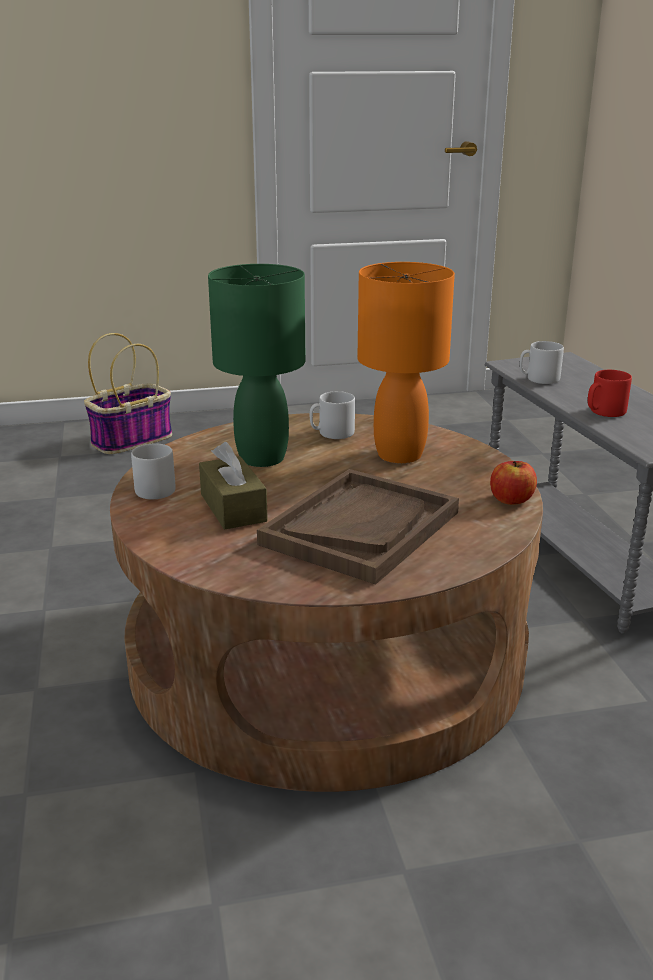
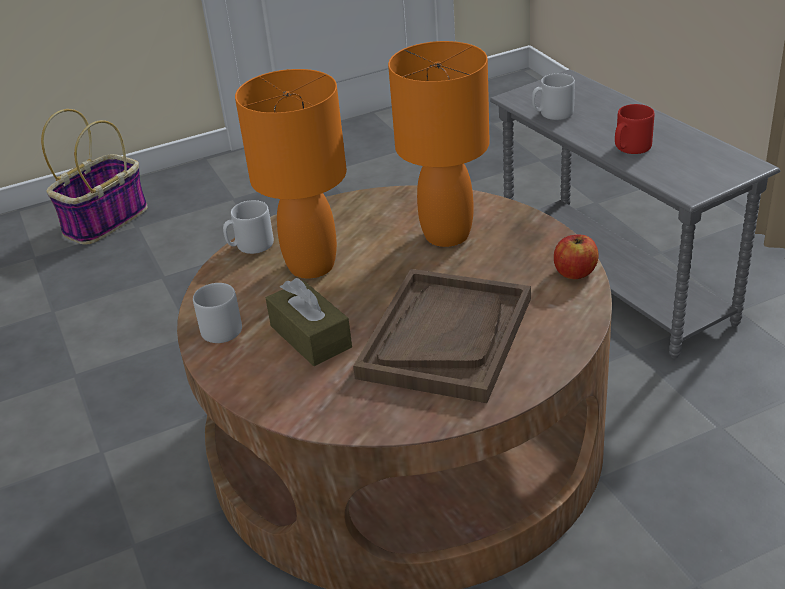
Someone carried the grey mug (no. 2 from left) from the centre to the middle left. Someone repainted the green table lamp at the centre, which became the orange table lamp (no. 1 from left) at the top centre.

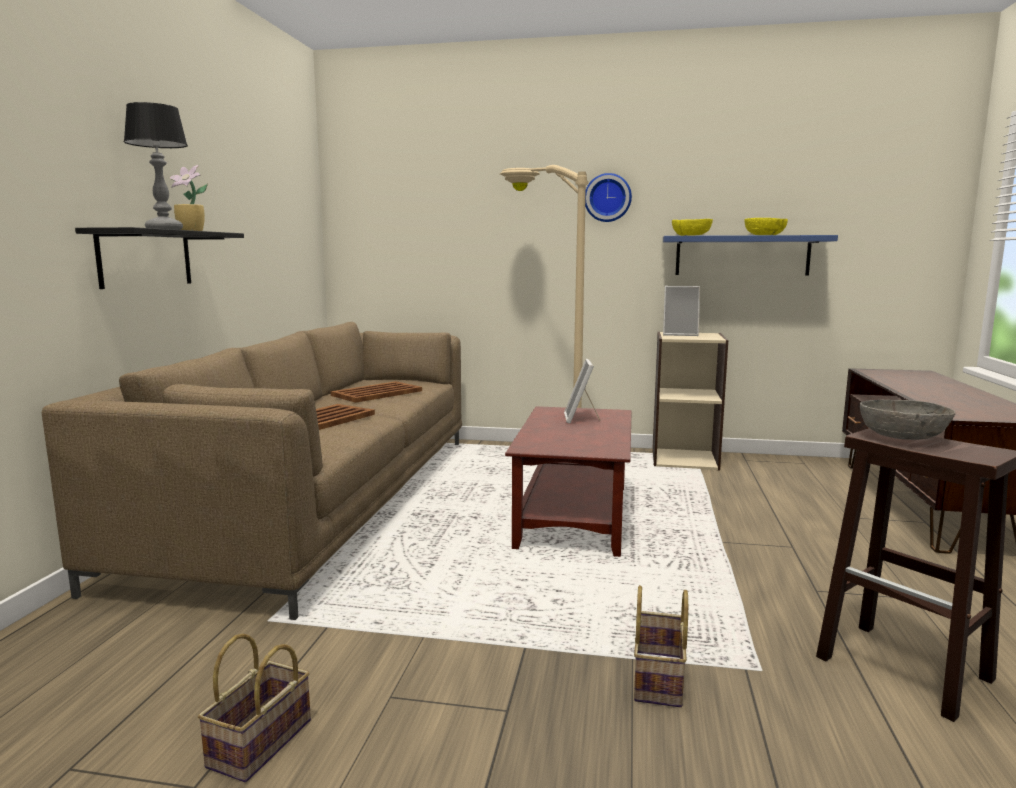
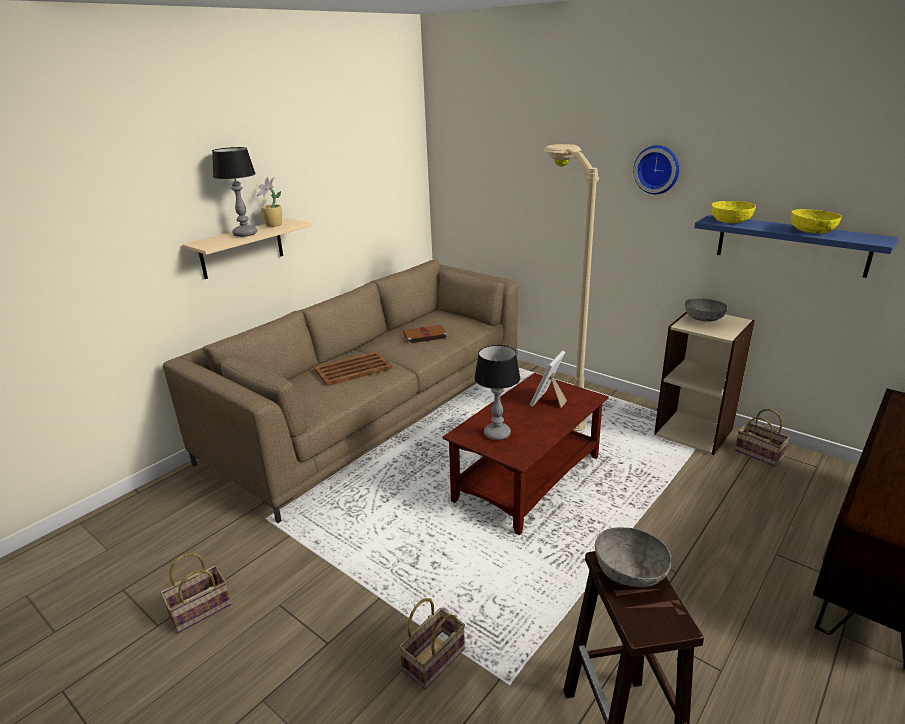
Someone repainted the black shelf at the top left, which became the beige shelf at the middle left. Someone swapped the brown tray (no. 2 from left) at the centre for the brown book at the centre. Someone put down the table lamp (no. 2 from left) at the centre. Someone swapped the picture frame (no. 2 from left) at the middle right for the grey bowl (no. 2 from left) at the middle right. Someone put down the basket (no. 3 from left) at the middle right.

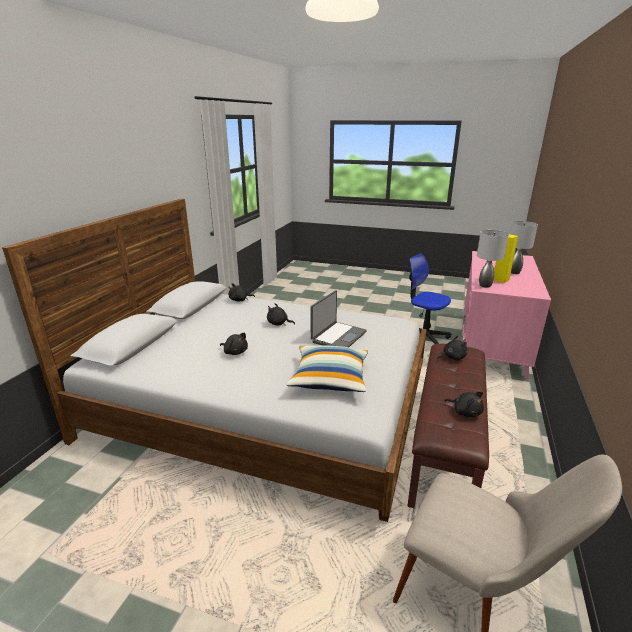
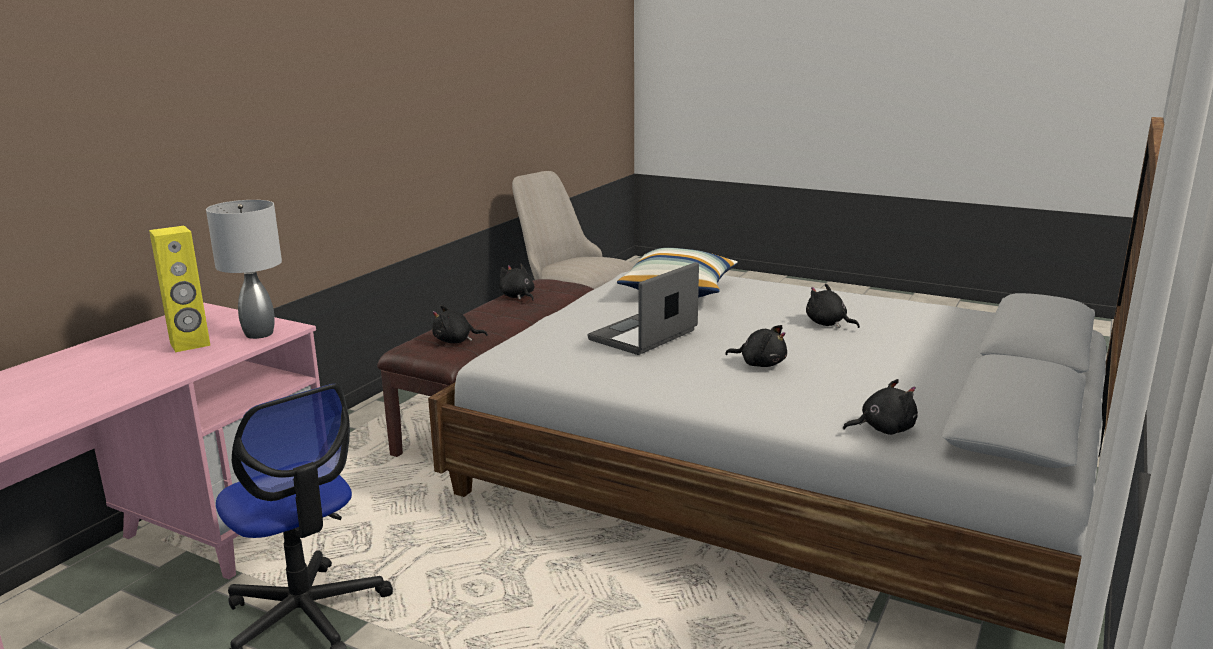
Someone took away the grey table lamp (no. 2 from left) at the middle right.

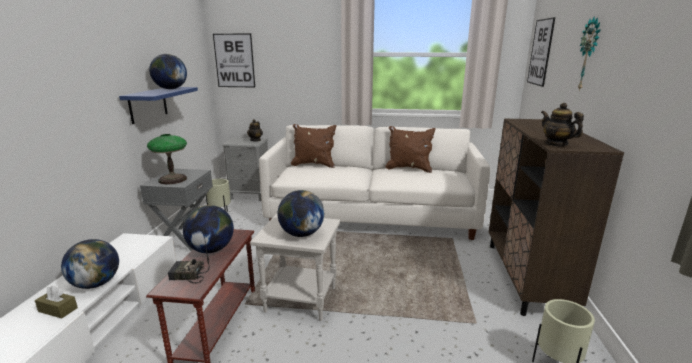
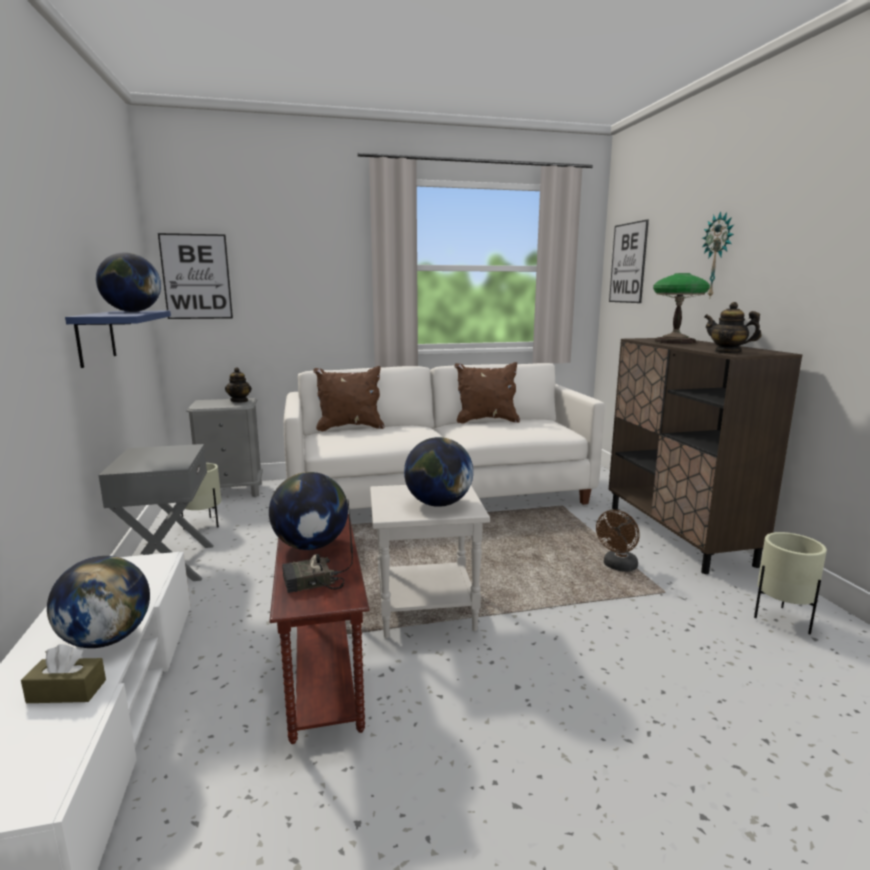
Someone put down the brown fan at the middle right. Someone carried the table lamp from the middle left to the middle right.

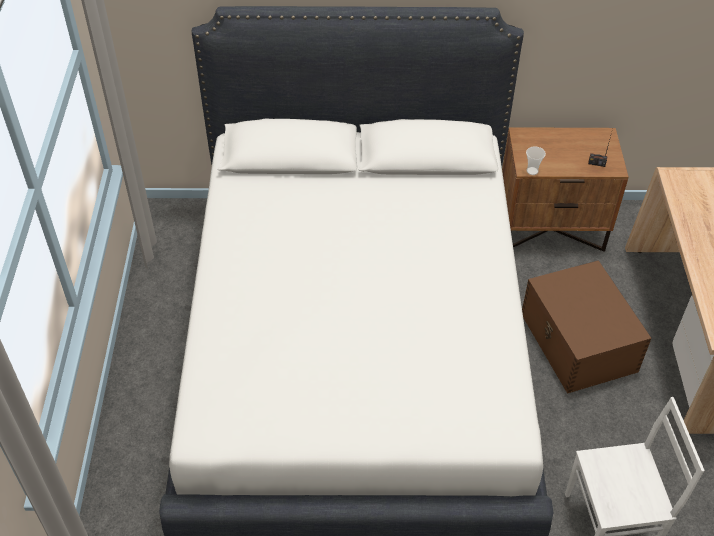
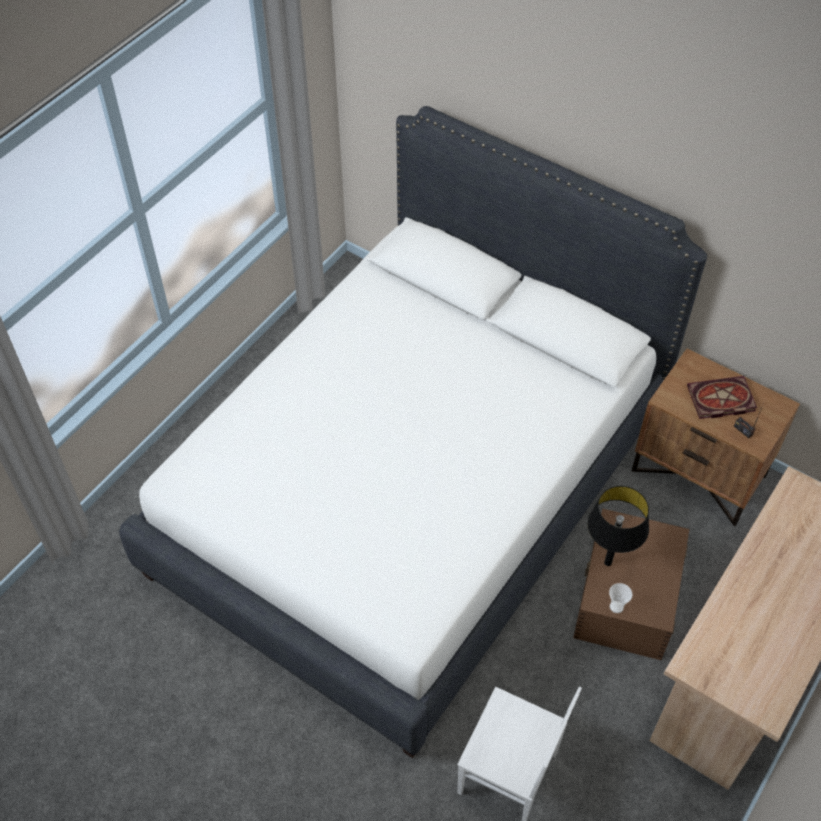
Someone put down the black table lamp at the middle right. Someone carried the cup from the top right to the bottom right. Someone put down the book at the middle right.

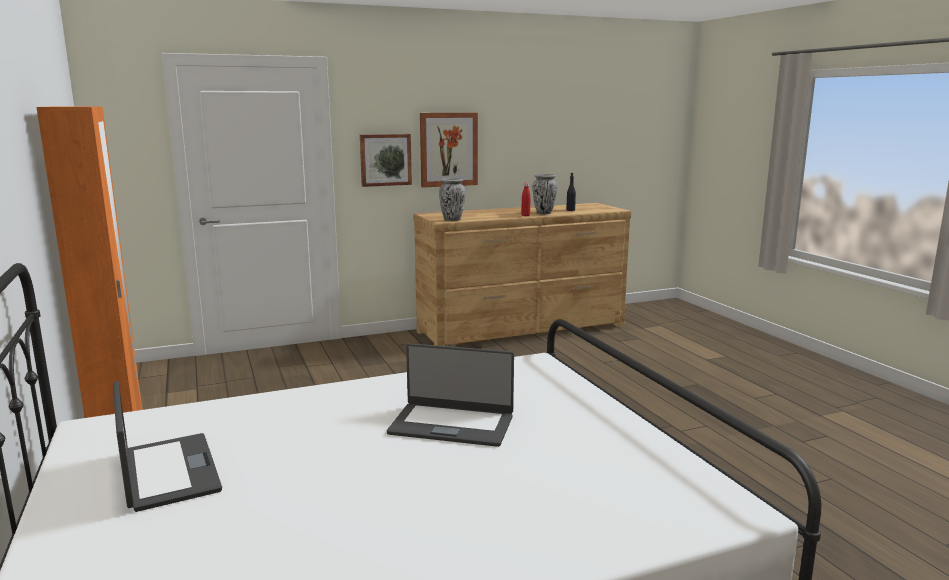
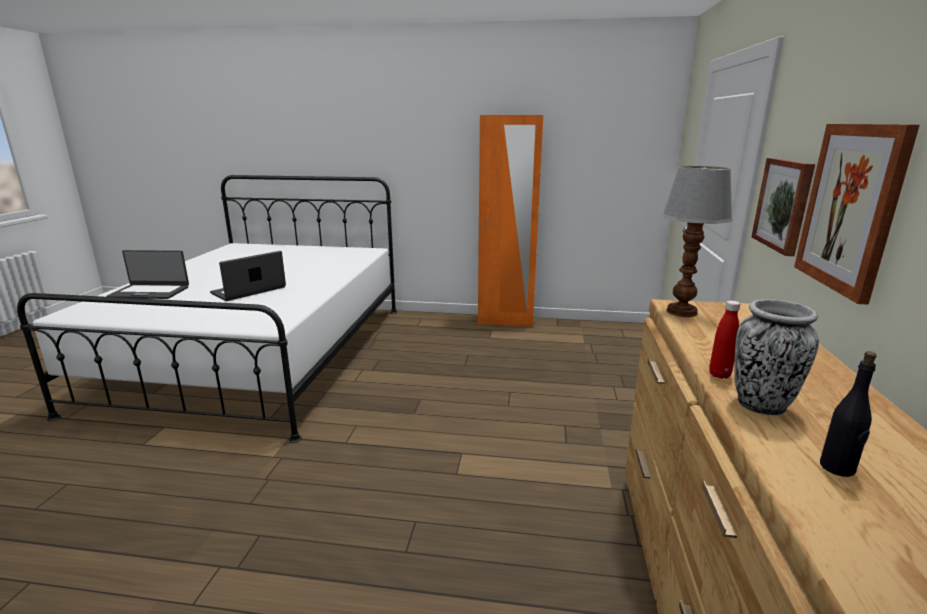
Someone carried the laptop (no. 1 from left) from the bottom left to the middle left. Someone swapped the vase (no. 1 from left) at the centre for the table lamp at the middle right.

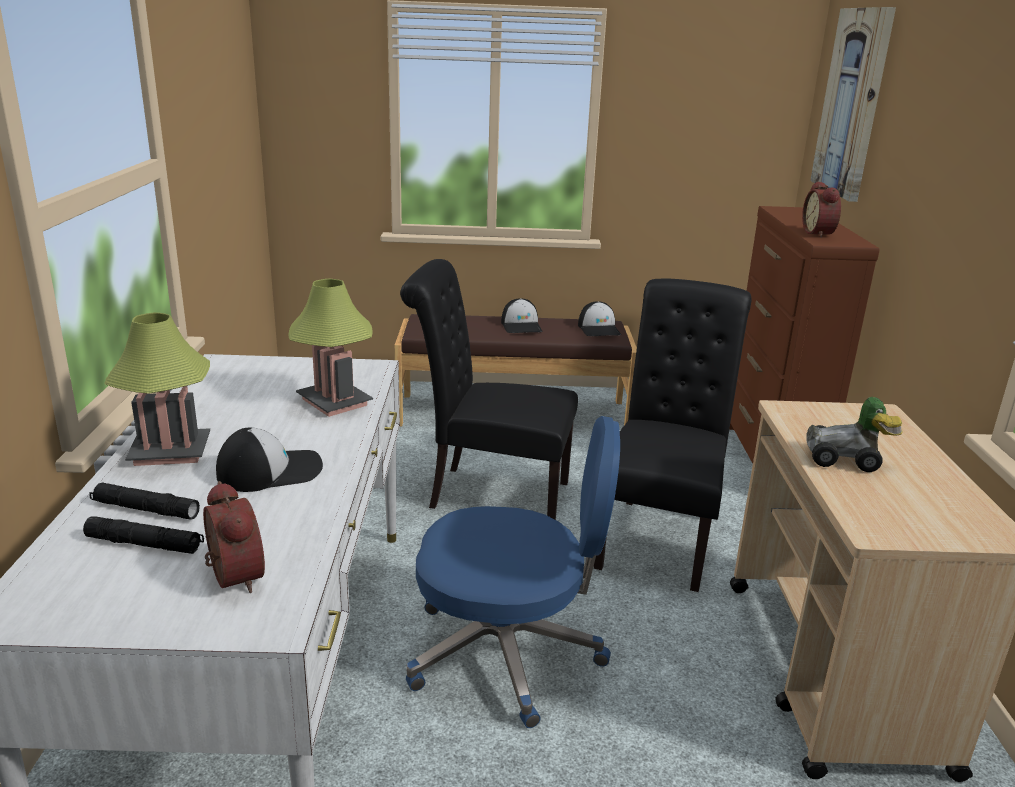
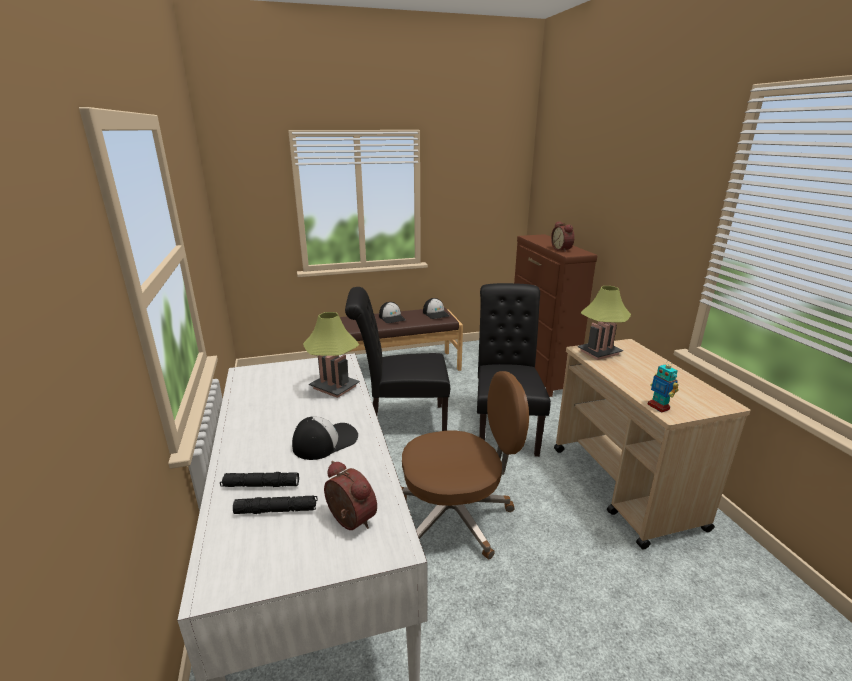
Someone repainted the blue office chair at the bottom centre, which became the brown office chair at the bottom centre. Someone carried the table lamp (no. 1 from left in the first image) from the middle left to the middle right. Someone put down the toy robot at the middle right. Someone took away the toy car at the middle right. Someone took away the picture at the top right.

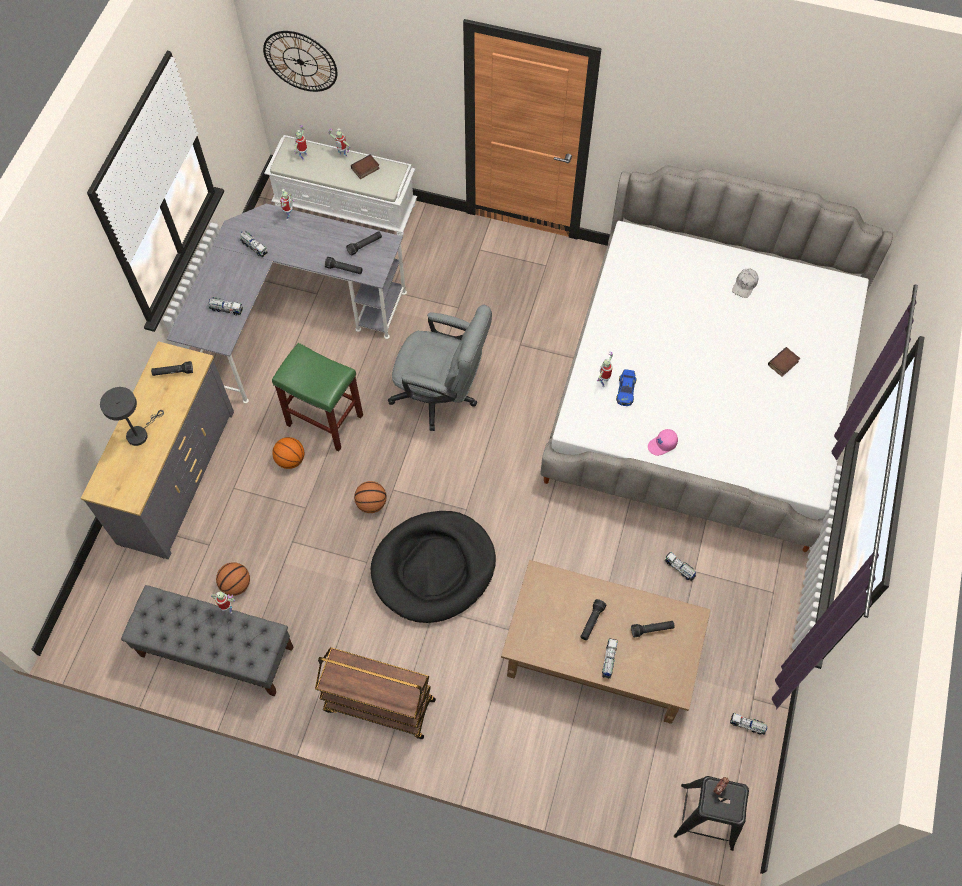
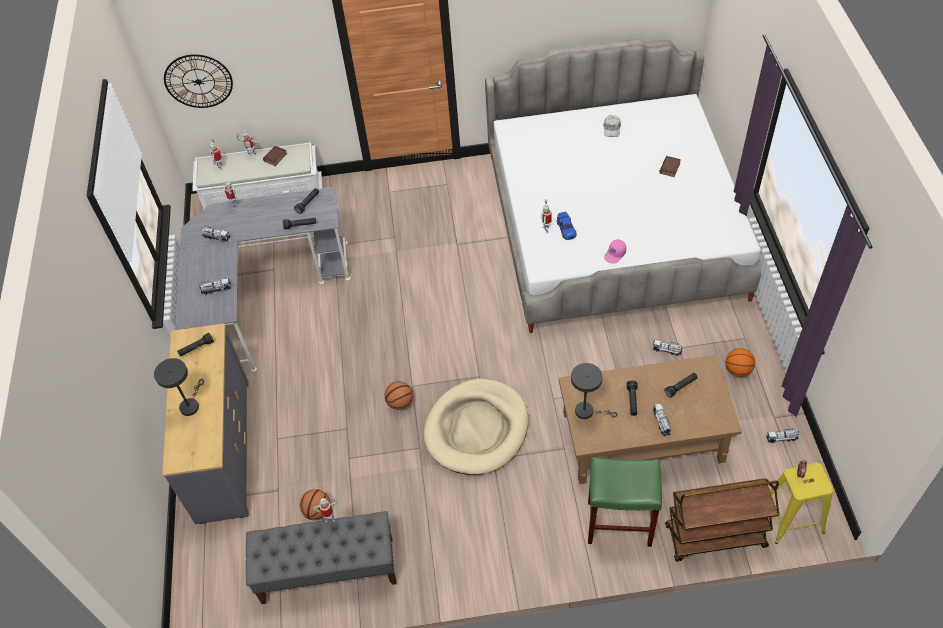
Someone repainted the black dog bed at the centre, which became the beige dog bed at the bottom centre. Someone put down the grey table lamp (no. 2 from left) at the centre. Someone carried the green stool from the middle left to the bottom centre. Someone carried the brown cart from the bottom centre to the bottom right. Someone carried the basketball (no. 2 from left in the first image) from the middle left to the middle right. Someone repainted the black stool at the bottom right, which became the yellow stool at the bottom right. Someone took away the grey office chair at the centre.

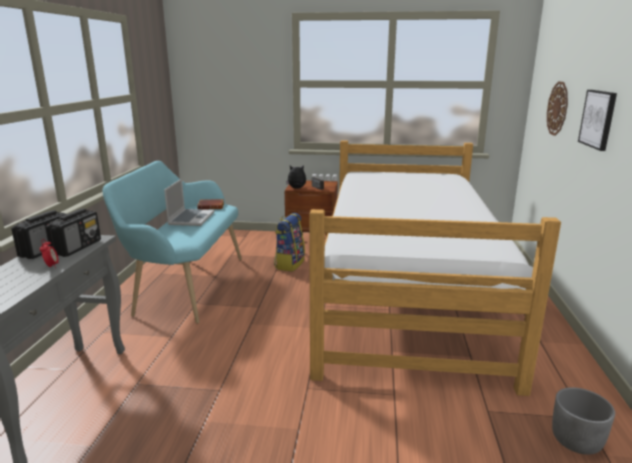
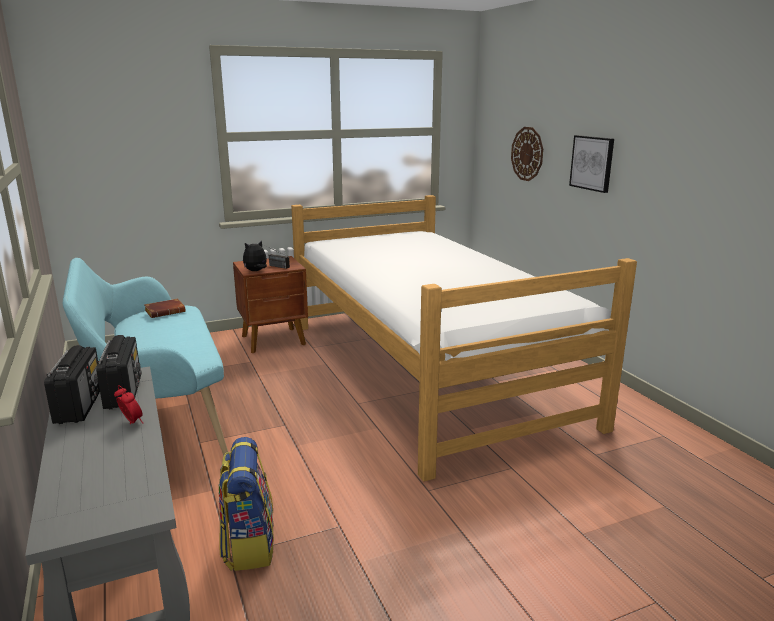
Someone carried the backpack from the centre to the bottom left. Someone took away the laptop at the middle left. Someone took away the grey planter at the bottom right.

